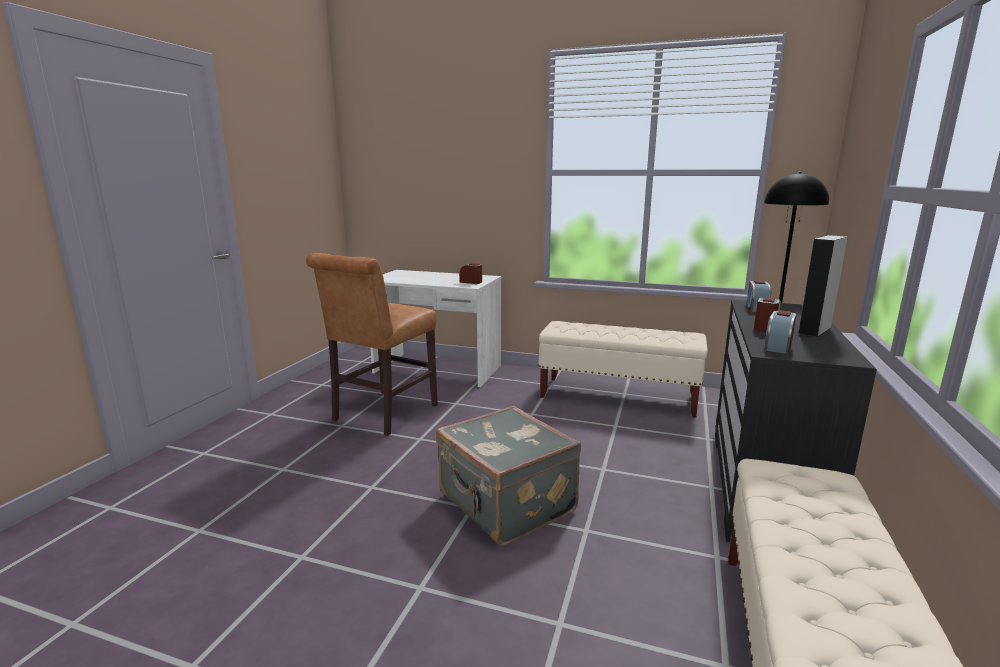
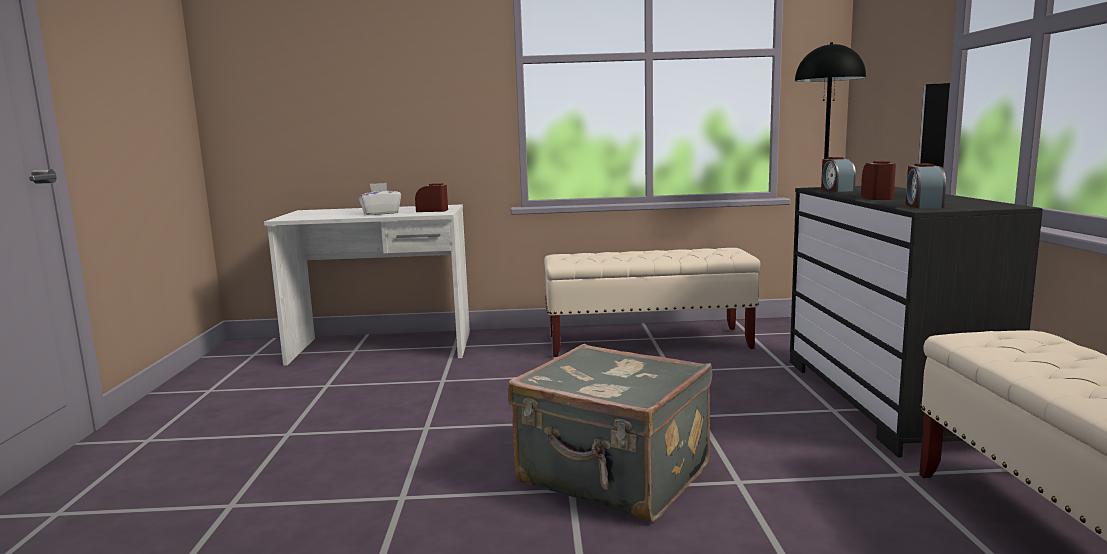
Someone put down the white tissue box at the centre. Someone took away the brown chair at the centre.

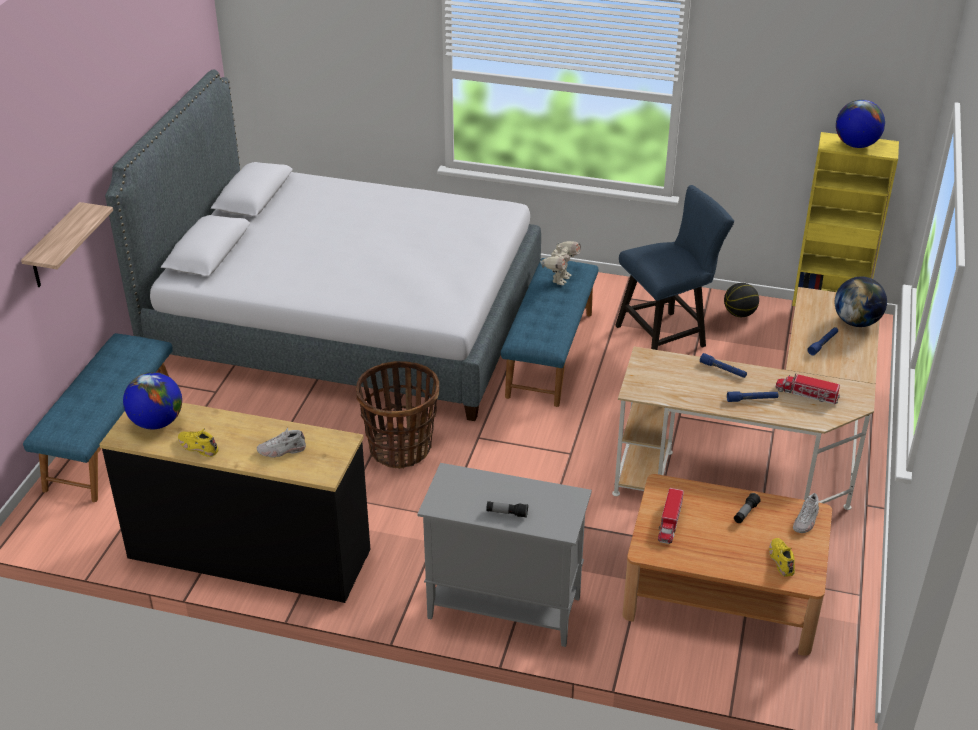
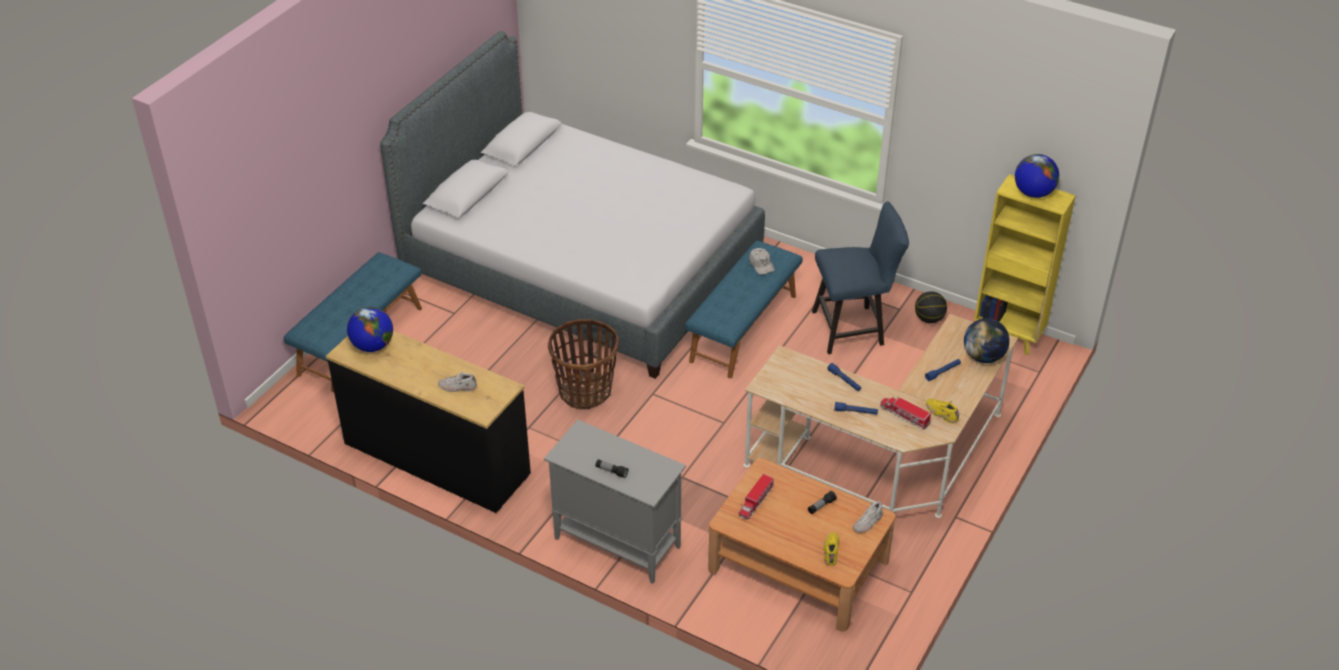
Someone swapped the toy robot at the centre for the white cap at the centre. Someone carried the yellow shoe (no. 1 from left in the first image) from the middle left to the middle right. Someone took away the shelf at the middle left.

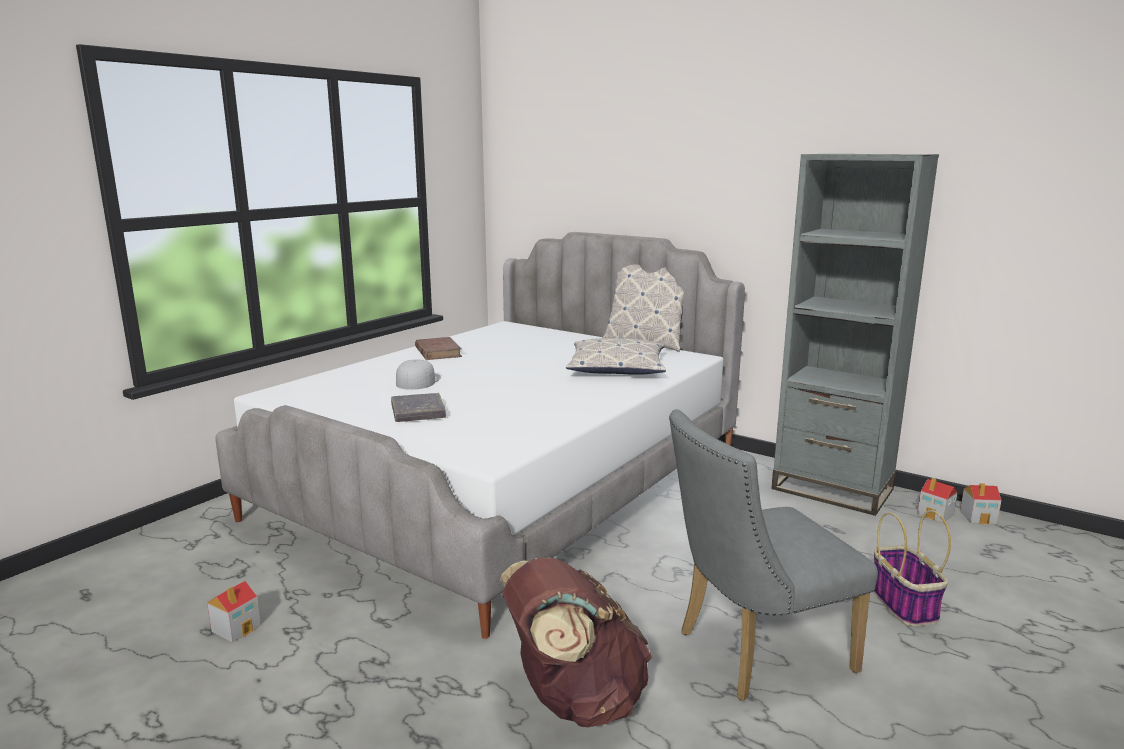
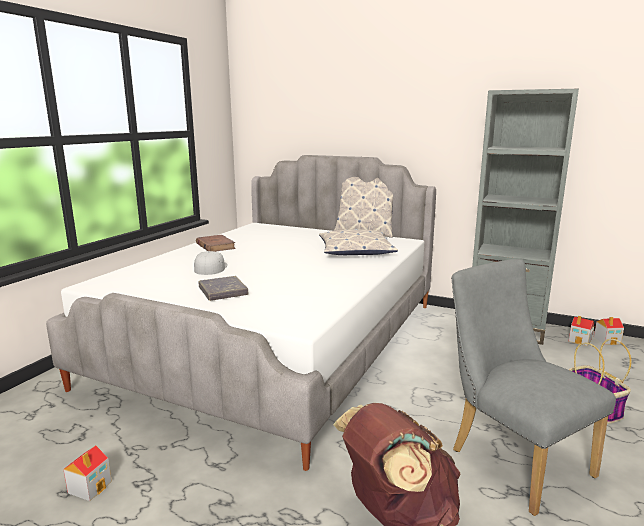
Someone rotated the grey chair at the bottom right by 90 degrees clockwise.

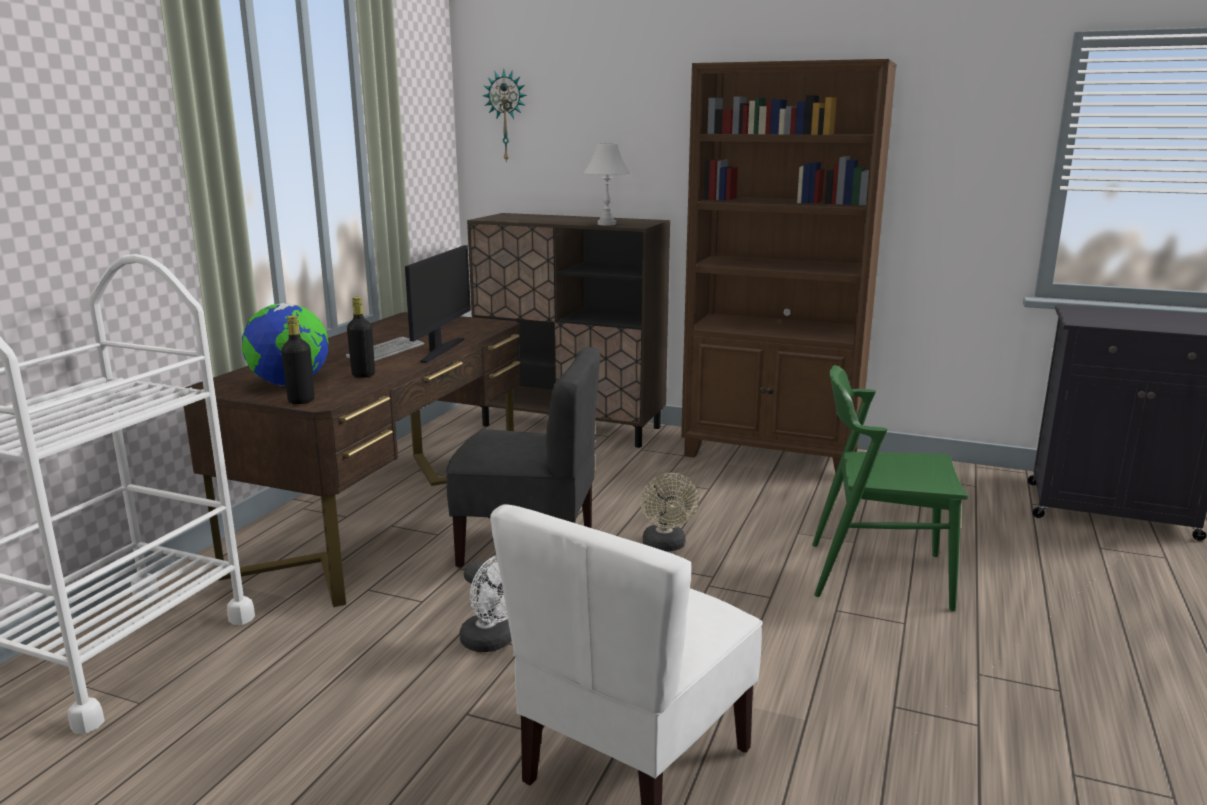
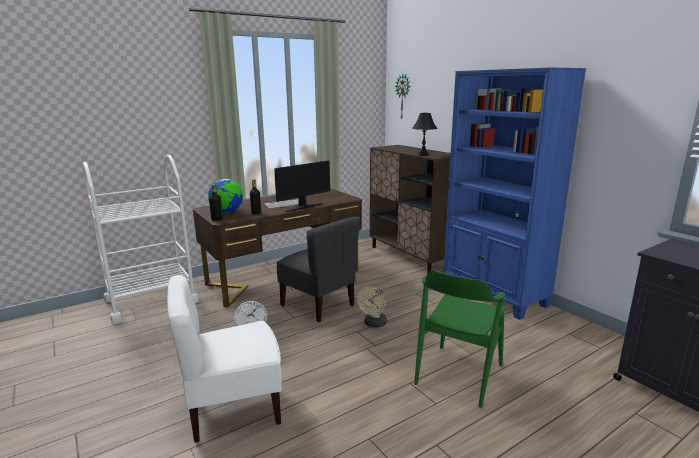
Someone repainted the white table lamp at the top centre, which became the black table lamp at the top centre. Someone rotated the green chair at the middle right by 105 degrees counterclockwise. Someone repainted the brown bookcase at the top centre, which became the blue bookcase at the middle right.

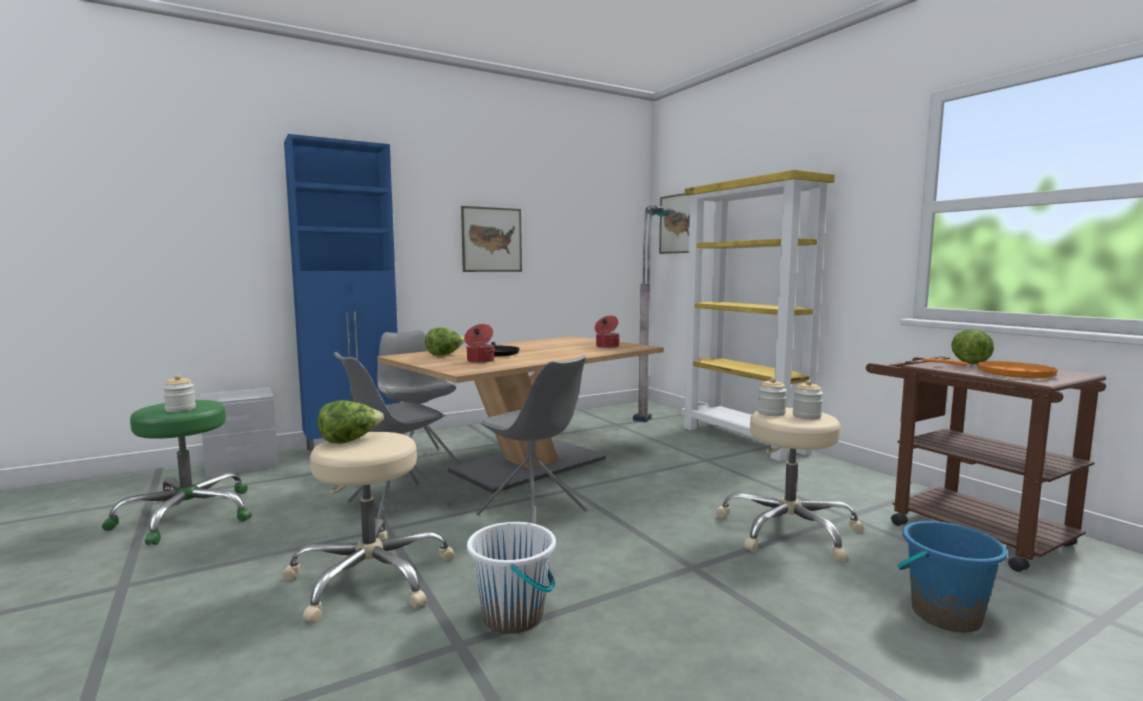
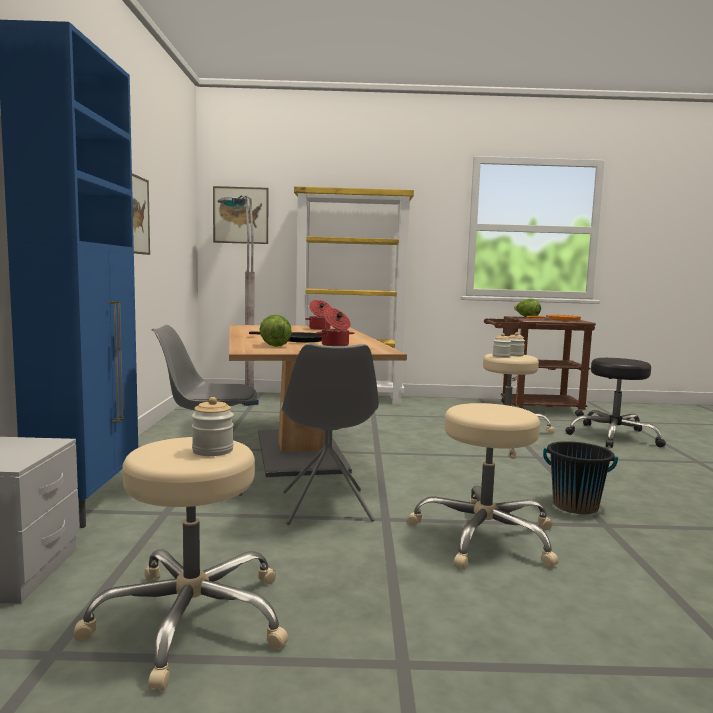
Someone repainted the green stool at the bottom left, which became the beige stool (no. 1 from left) at the bottom left. Someone repainted the white bucket at the bottom centre, which became the black bucket at the bottom right. Someone swapped the blue bucket at the bottom right for the black stool at the middle right. Someone took away the lettuce (no. 1 from left) at the middle left. Someone took away the grey chair (no. 3 from left) at the centre.

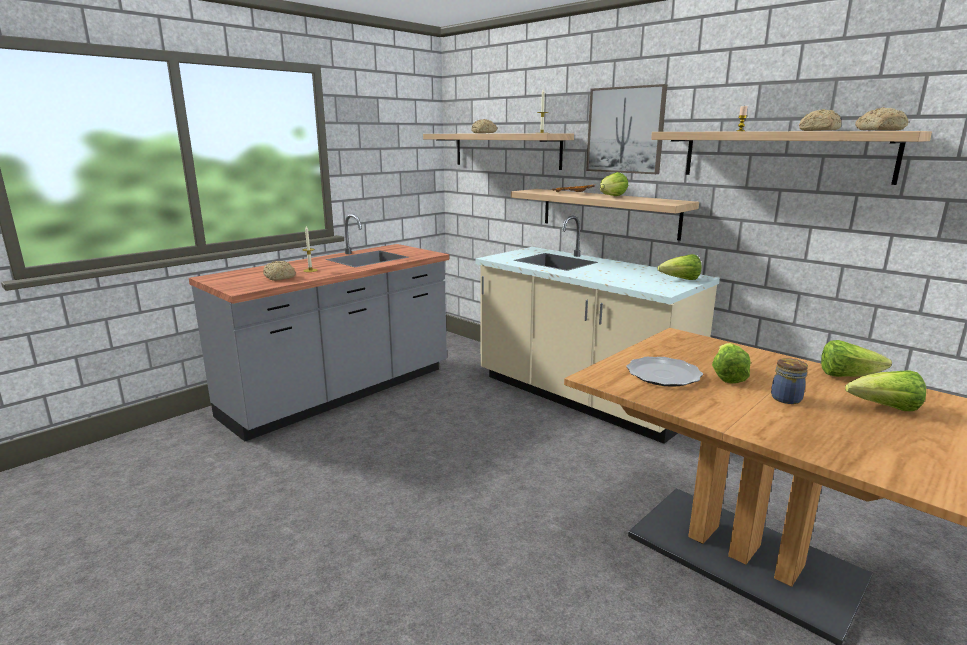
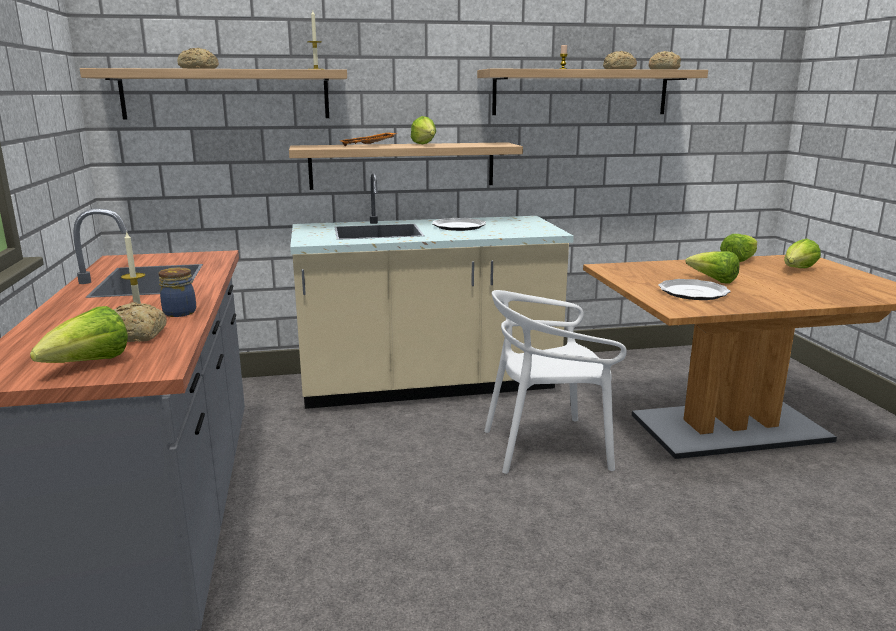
Someone carried the lettuce (no. 2 from left in the first image) from the middle right to the middle left. Someone carried the jar from the middle right to the middle left. Someone put down the plate (no. 1 from left) at the centre. Someone put down the white chair at the centre. Someone took away the picture at the top centre.

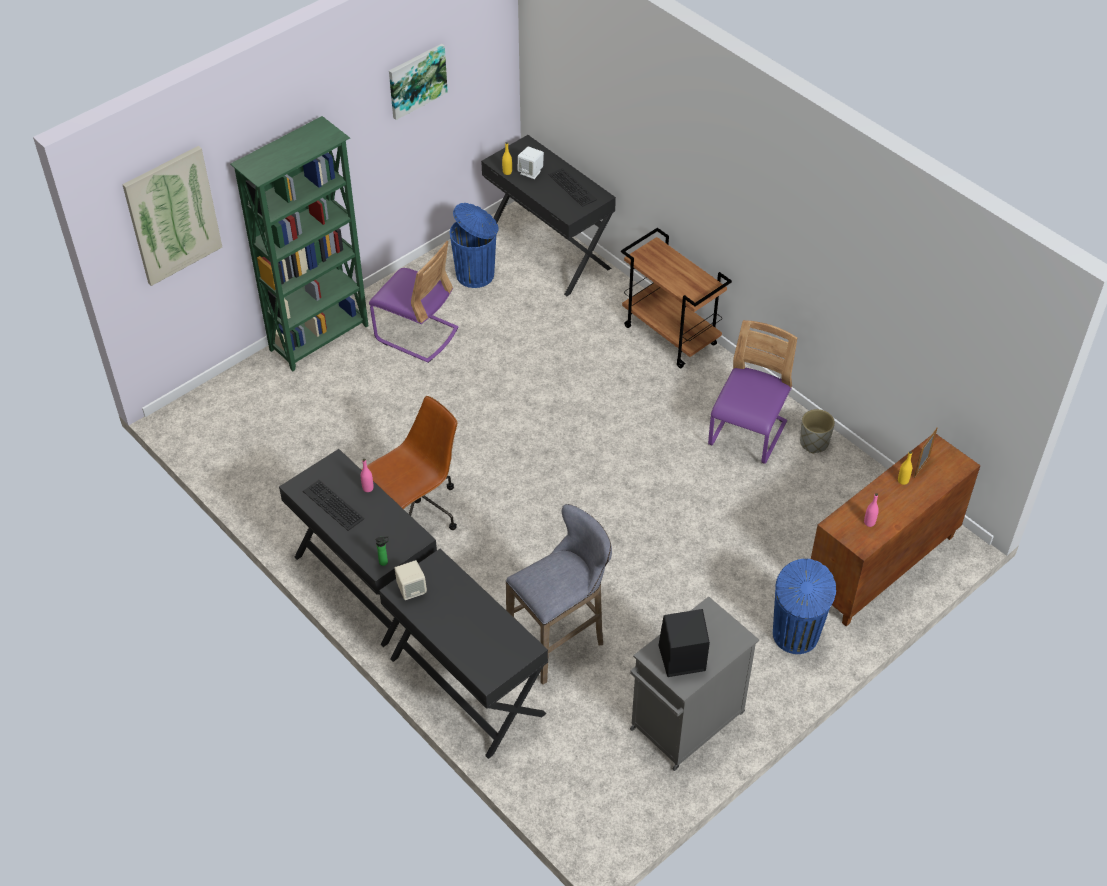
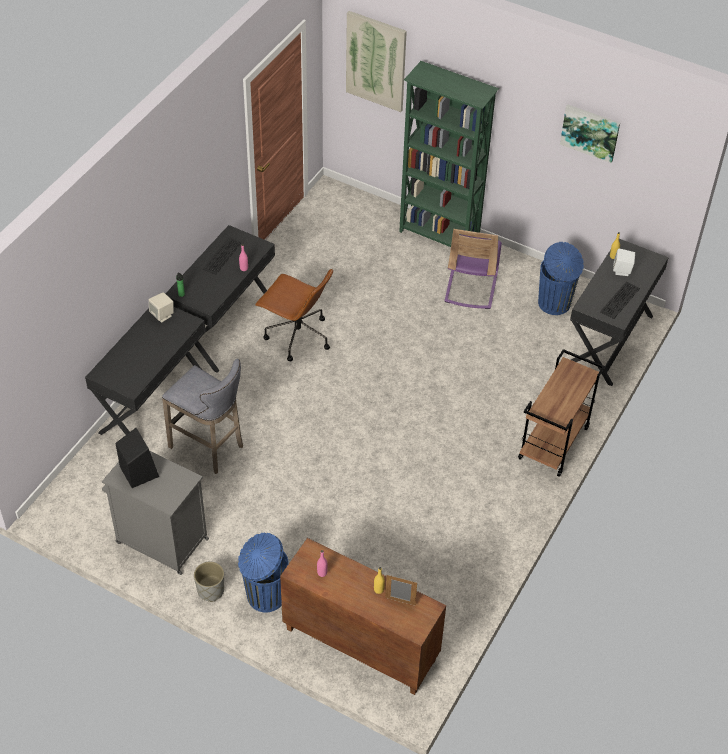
Someone carried the grey planter from the middle right to the bottom left. Someone took away the purple chair (no. 2 from left) at the middle right.

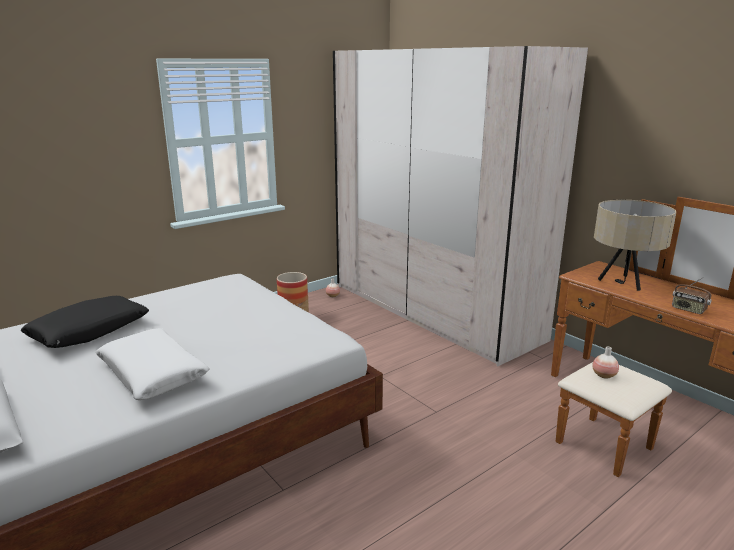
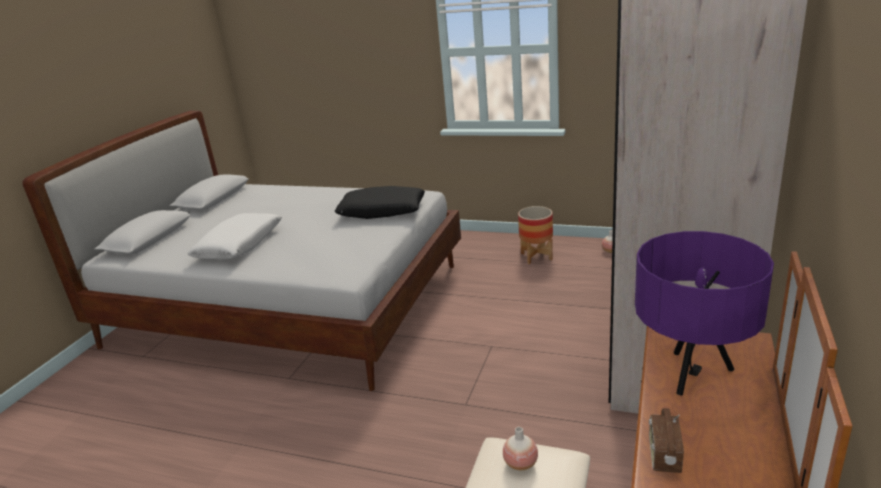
Someone carried the black pillow from the middle left to the centre. Someone repainted the beige table lamp at the middle right, which became the purple table lamp at the middle right.

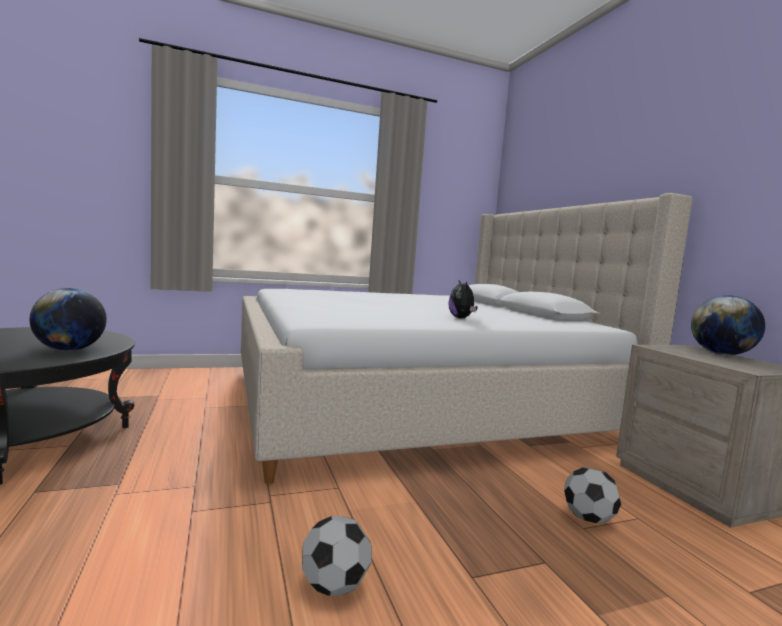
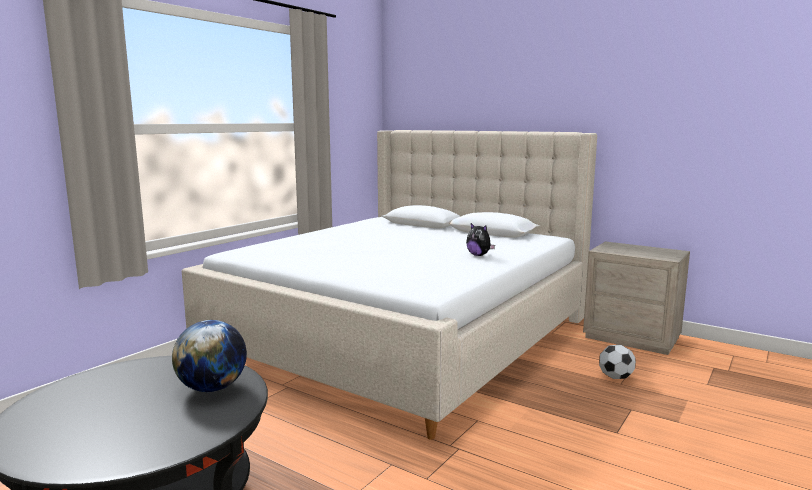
Someone took away the football (no. 1 from left) at the bottom centre. Someone took away the globe (no. 2 from left) at the middle right.

